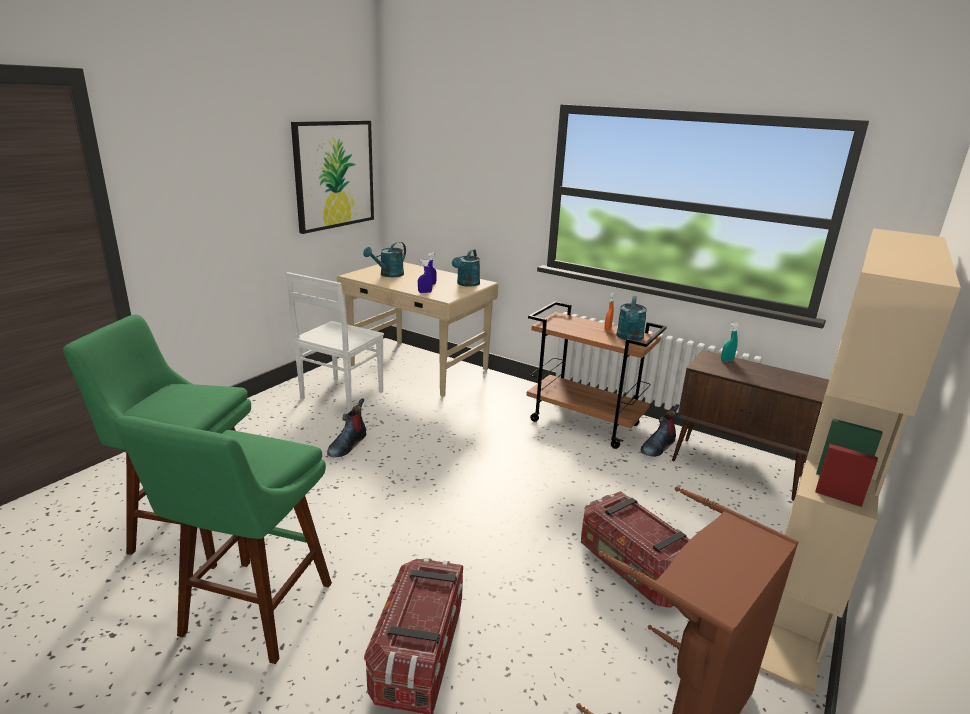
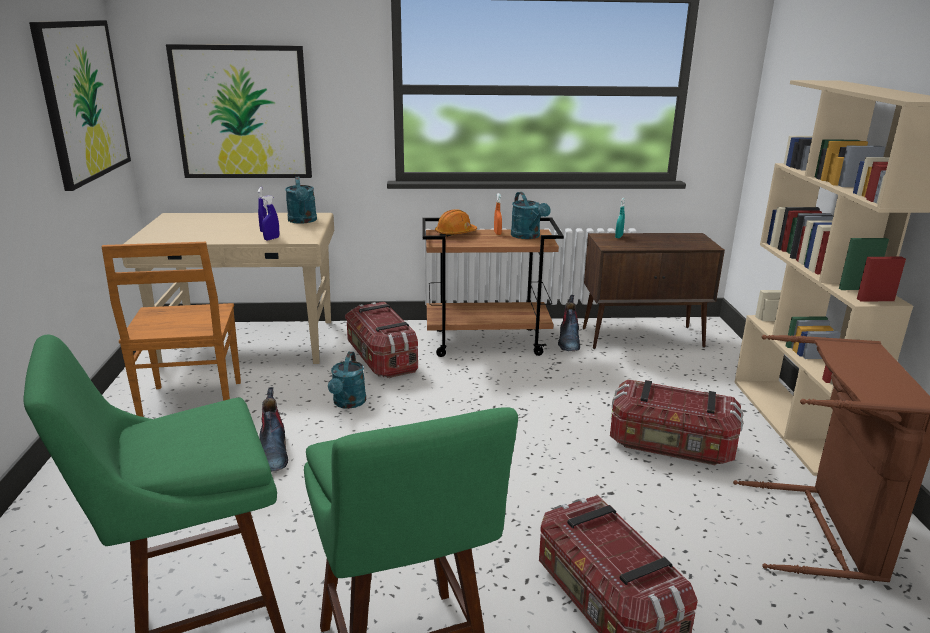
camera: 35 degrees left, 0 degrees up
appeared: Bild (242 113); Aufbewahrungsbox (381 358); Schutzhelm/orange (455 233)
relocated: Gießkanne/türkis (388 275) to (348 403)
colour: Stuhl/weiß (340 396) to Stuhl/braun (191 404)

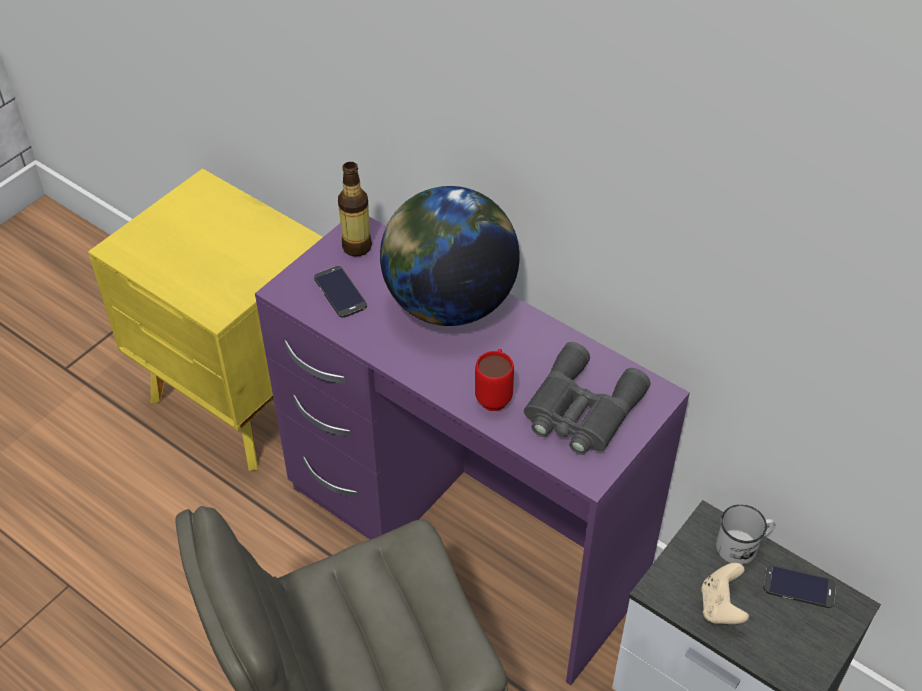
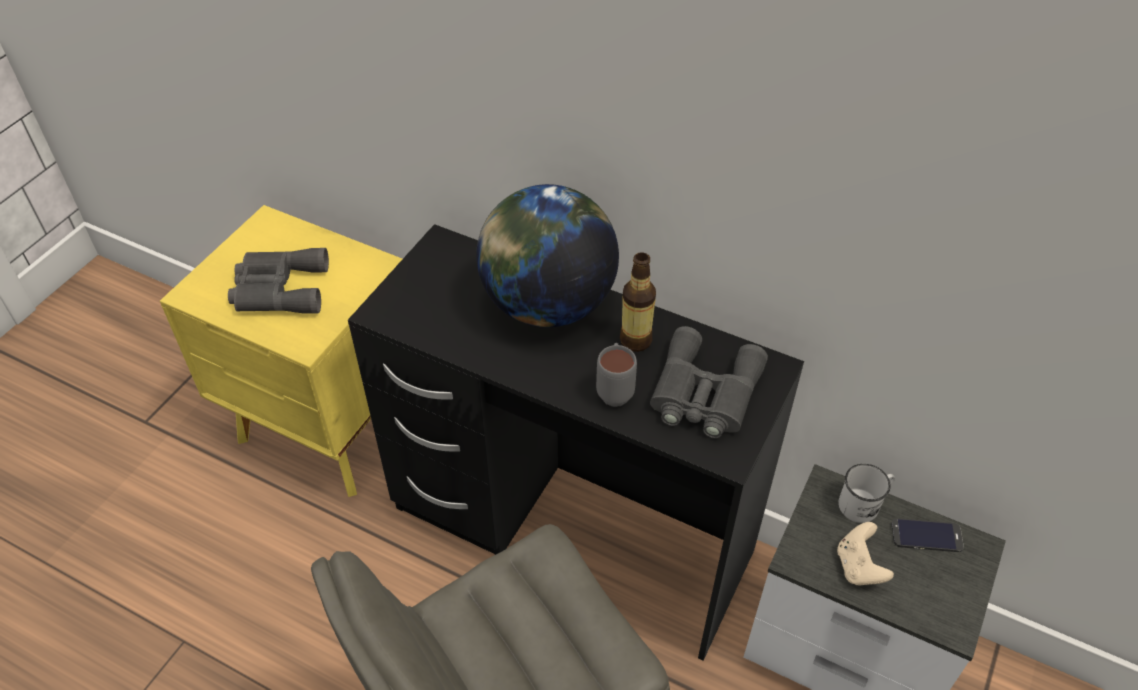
camera: 10 degrees left, 0 degrees up
missing: Handy (340 292)
appeared: Fernglas/grau (278 289)
relocated: Flasche (356 247) to (635 340)
colour: Schreibtisch/lila (465 536) to Schreibtisch/schwarz (572 530); Henkelbecher/rot (495 395) to Henkelbecher/grau (615 390)

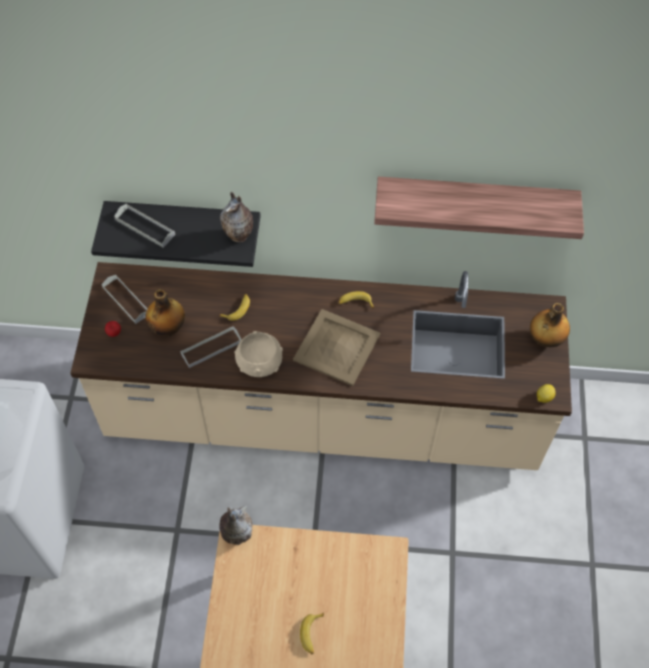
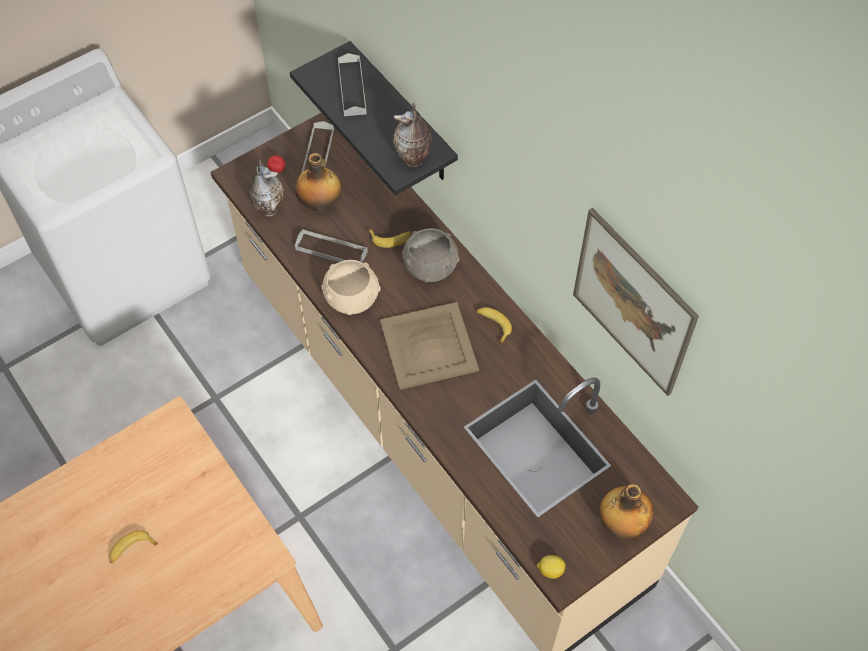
camera: 50 degrees right, 0 degrees up
appeared: Schüssel/grau (430 266)
relocated: Vase (236 535) to (268 208)
exchanged: Wandregal (475 200) to Bild (632 303)

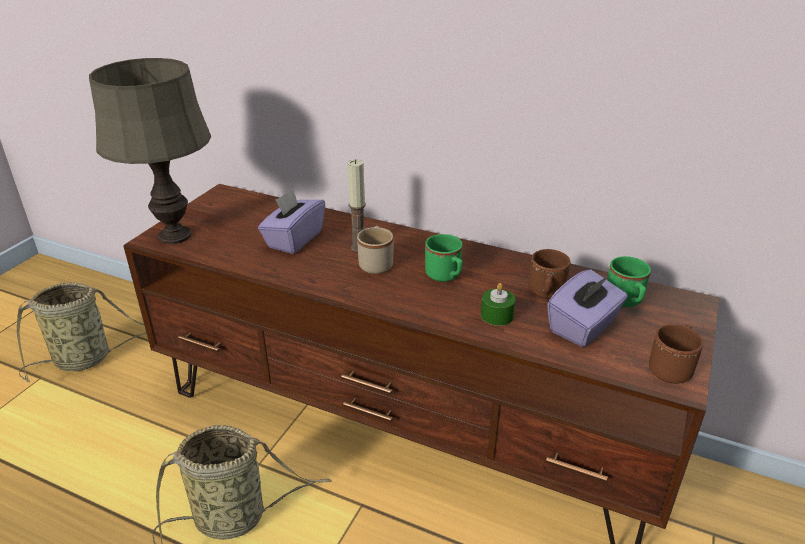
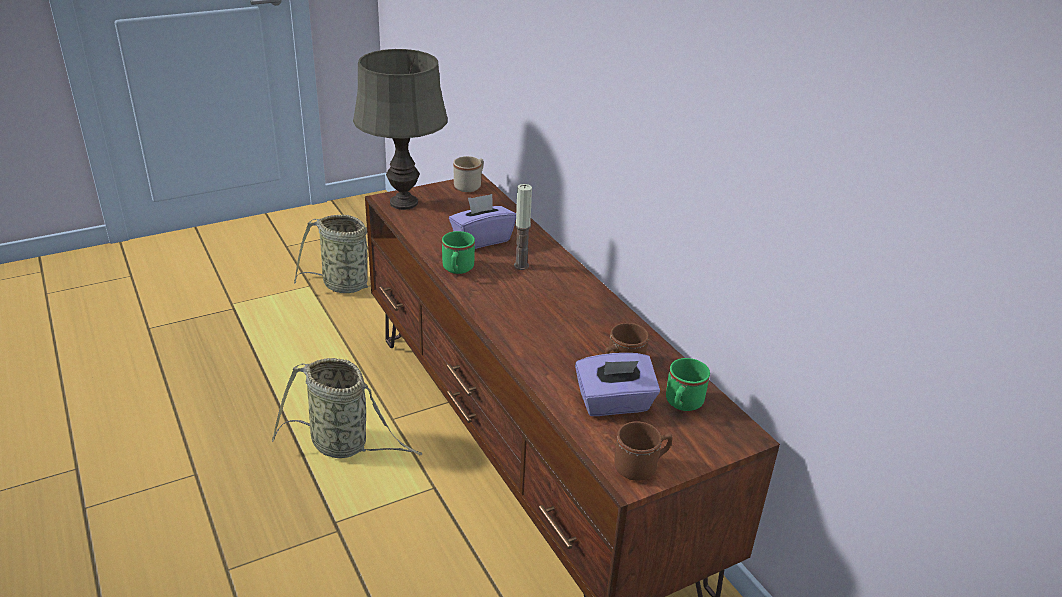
camera: 35 degrees right, 0 degrees up
missing: Kerze/grün (497 315)
relocated: Henkelbecher/beige (376 263) to (470 185); Henkelbecher/grün (445 276) to (457 269)

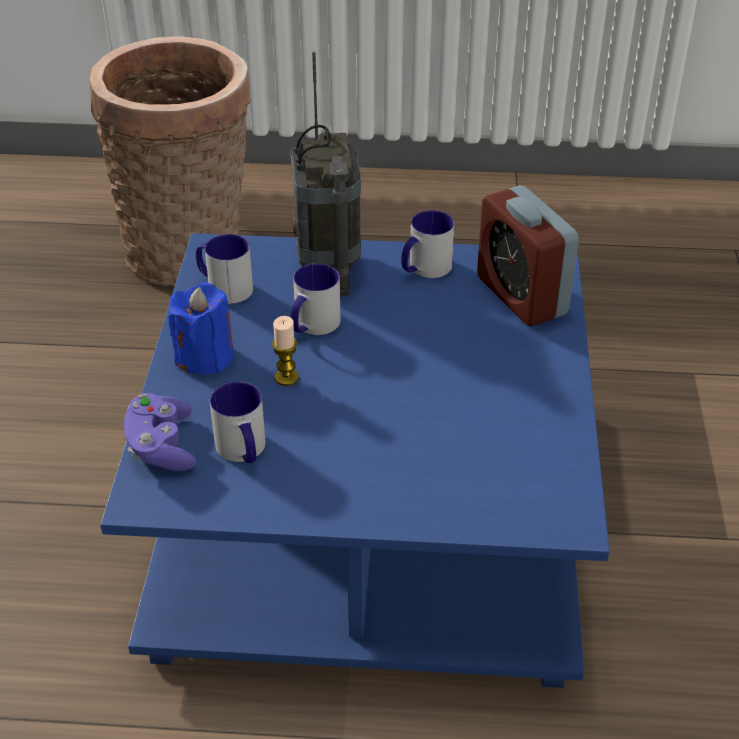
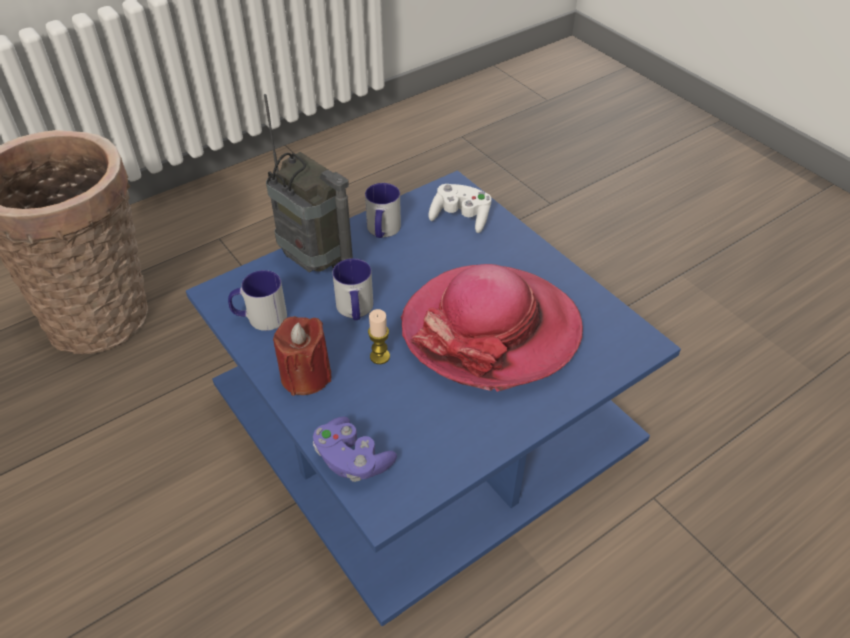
camera: 40 degrees left, 5 degrees up
missing: Henkelbecher (243 451)
appeared: Hut (491 330)
exchanged: Wecker (521 296) to Gamepad/weiß (461 217)
colour: Kerze/blau (205 356) to Kerze/rot (306 376)

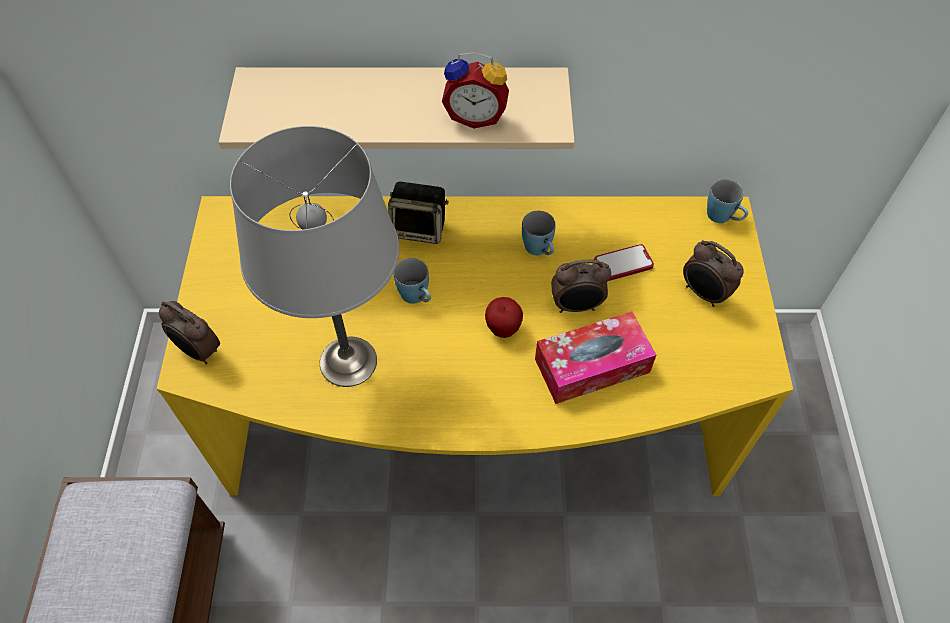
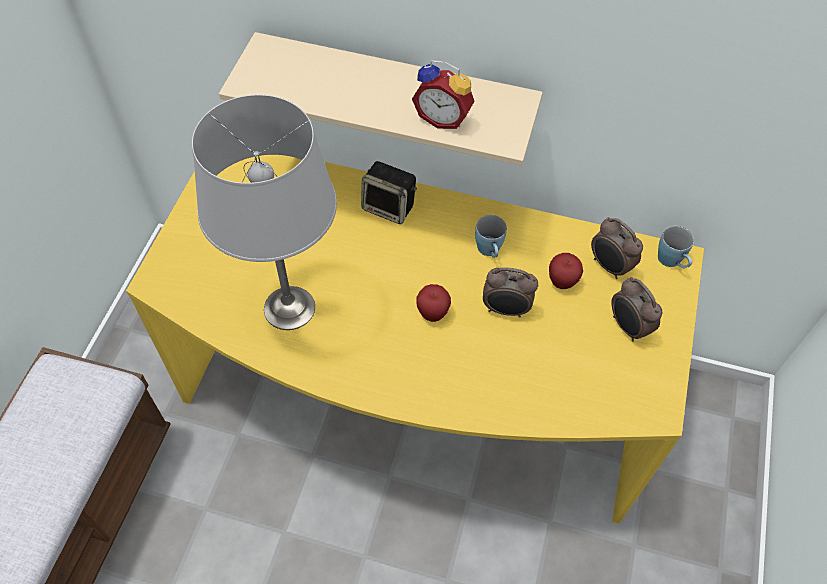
camera: 15 degrees right, 0 degrees up
missing: Henkelbecher/blau (417 297); Taschentuchbox (592 365)
relocated: Wecker (199 351) to (609 267)
exchanged: Handy (623 264) to Apfel (562 282)

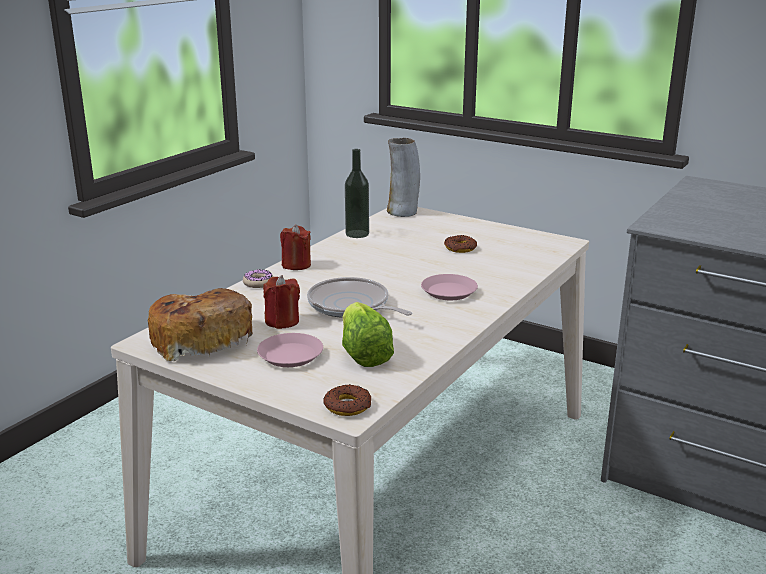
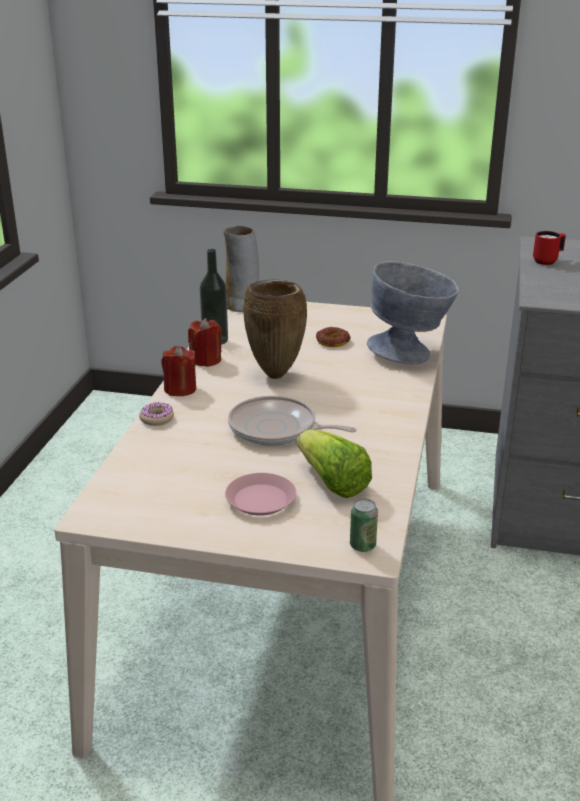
camera: 20 degrees left, 5 degrees up
missing: Brot (200 339); Teller/rosa (449 291)
appeared: Vase/braun (276 375); Schüssel/grau (410 354); Henkelbecher/rot (548 261)
relocated: Kerze/rot (282 321) to (206 360)
exchanged: Donut (347 406) to Dose (362 546)

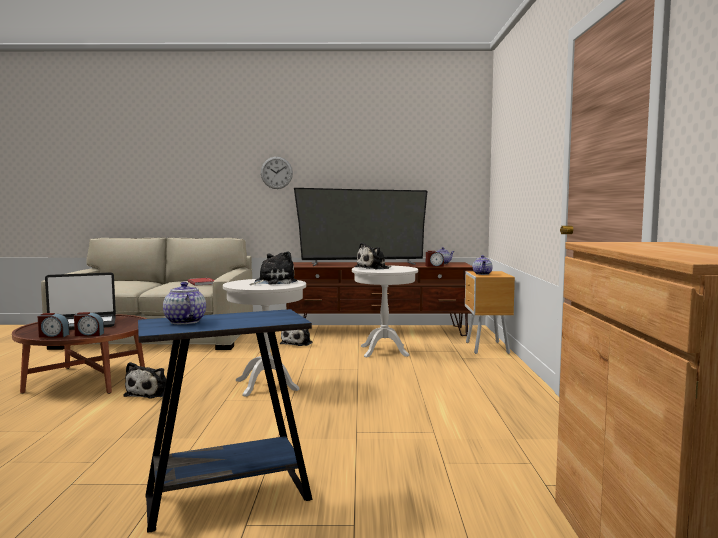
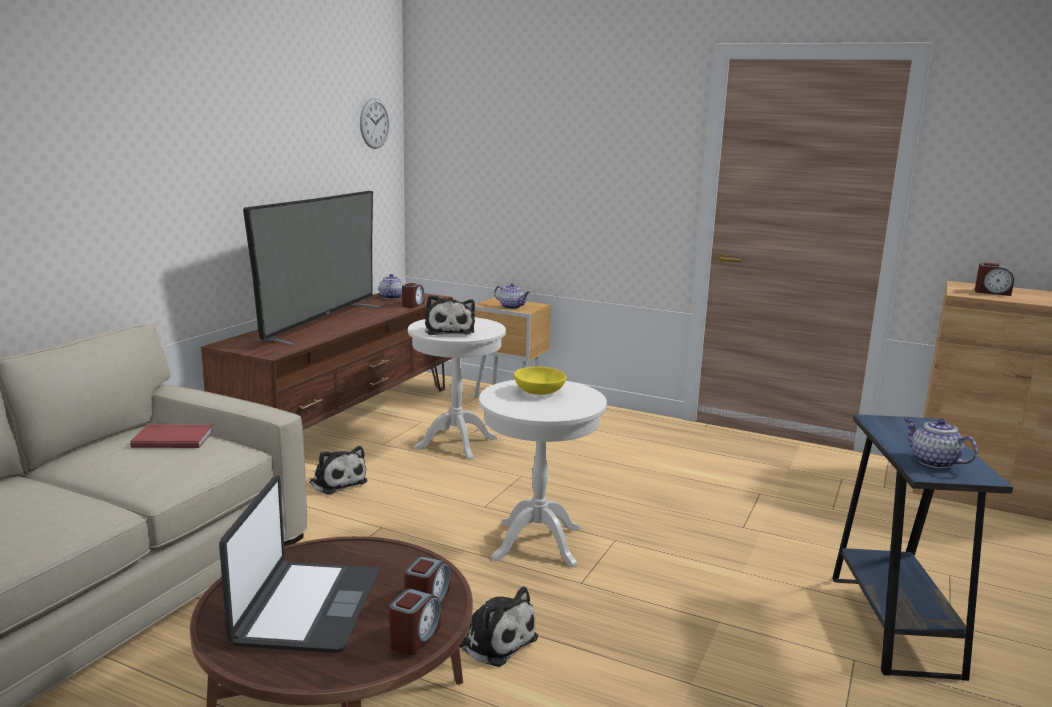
camera: 65 degrees left, 10 degrees up
appeared: Wecker (992 292)
relocated: Wanduhr (276 172) to (374 123)
exchanged: Plüschtier (273 282) to Schüssel/gelb (539 392)
spun: Teekanne (184 321) = (933 462) 60 degrees clockwise

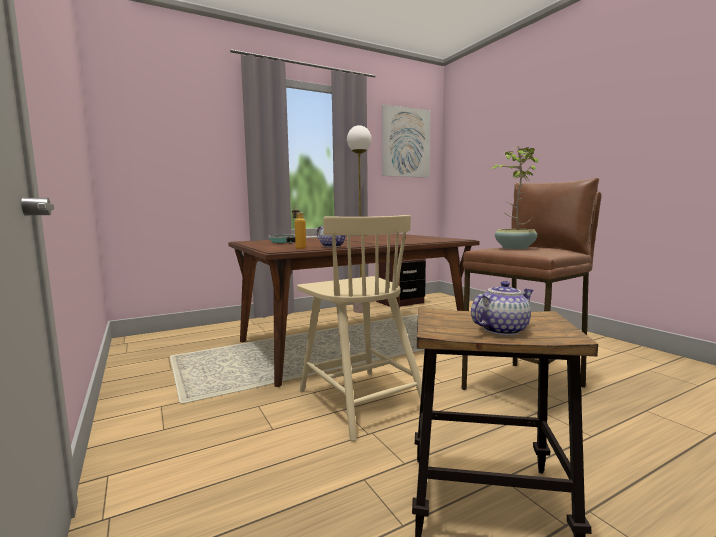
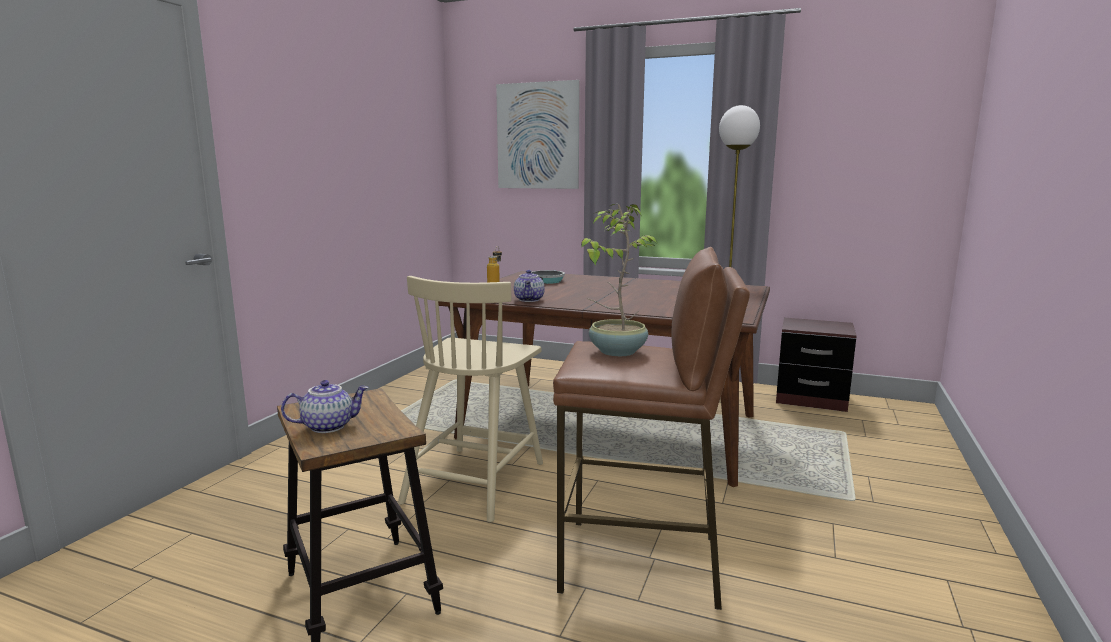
camera: 50 degrees right, 5 degrees up
relocated: Bild (406 142) to (537 136)
spun: Teekanne (501 330) = (328 426) 45 degrees counterclockwise

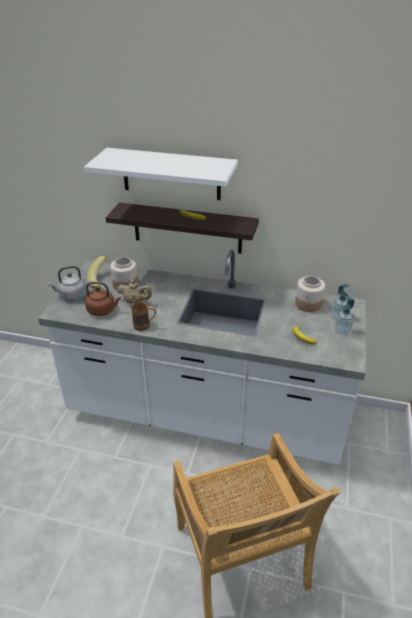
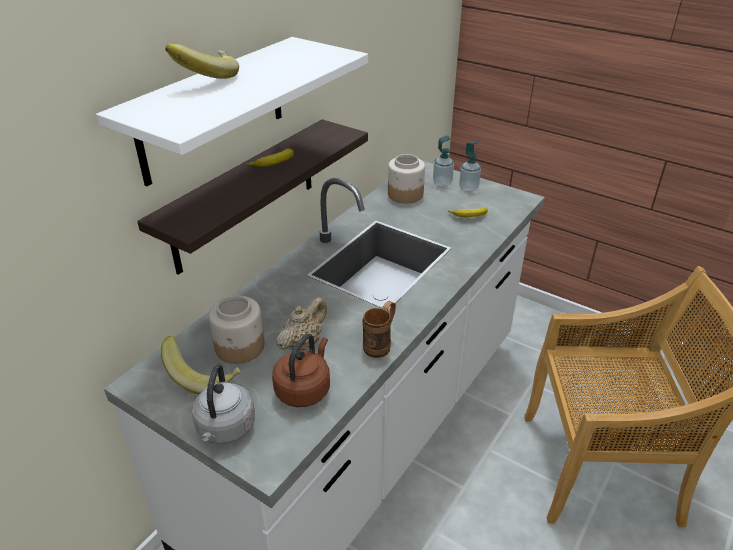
camera: 70 degrees left, 0 degrees up
appeared: Banane (206 78)

